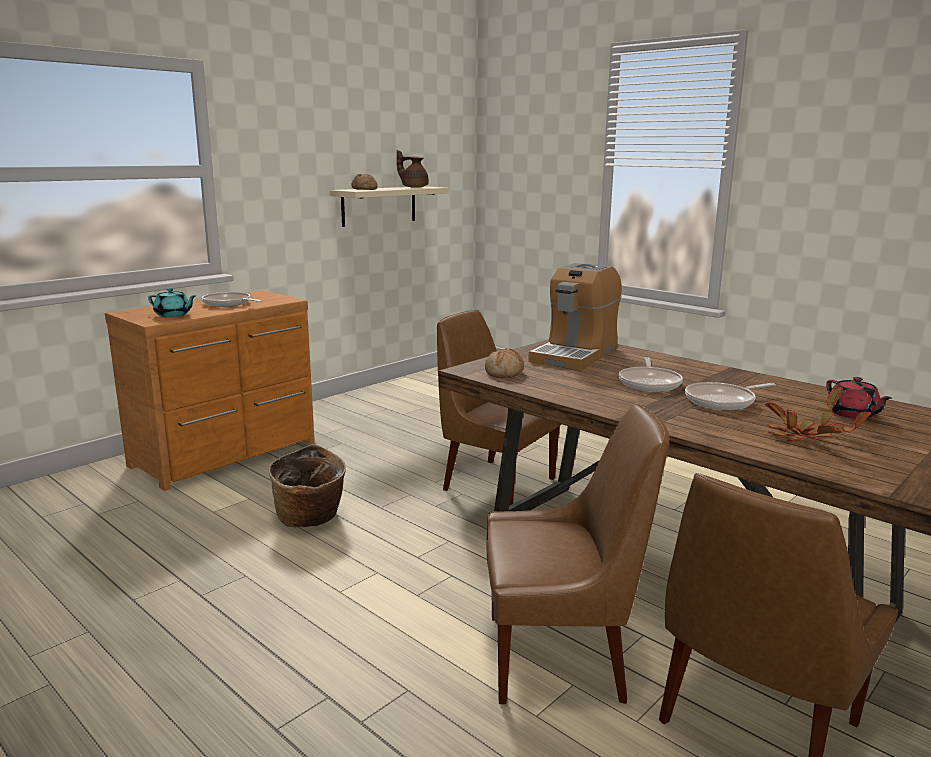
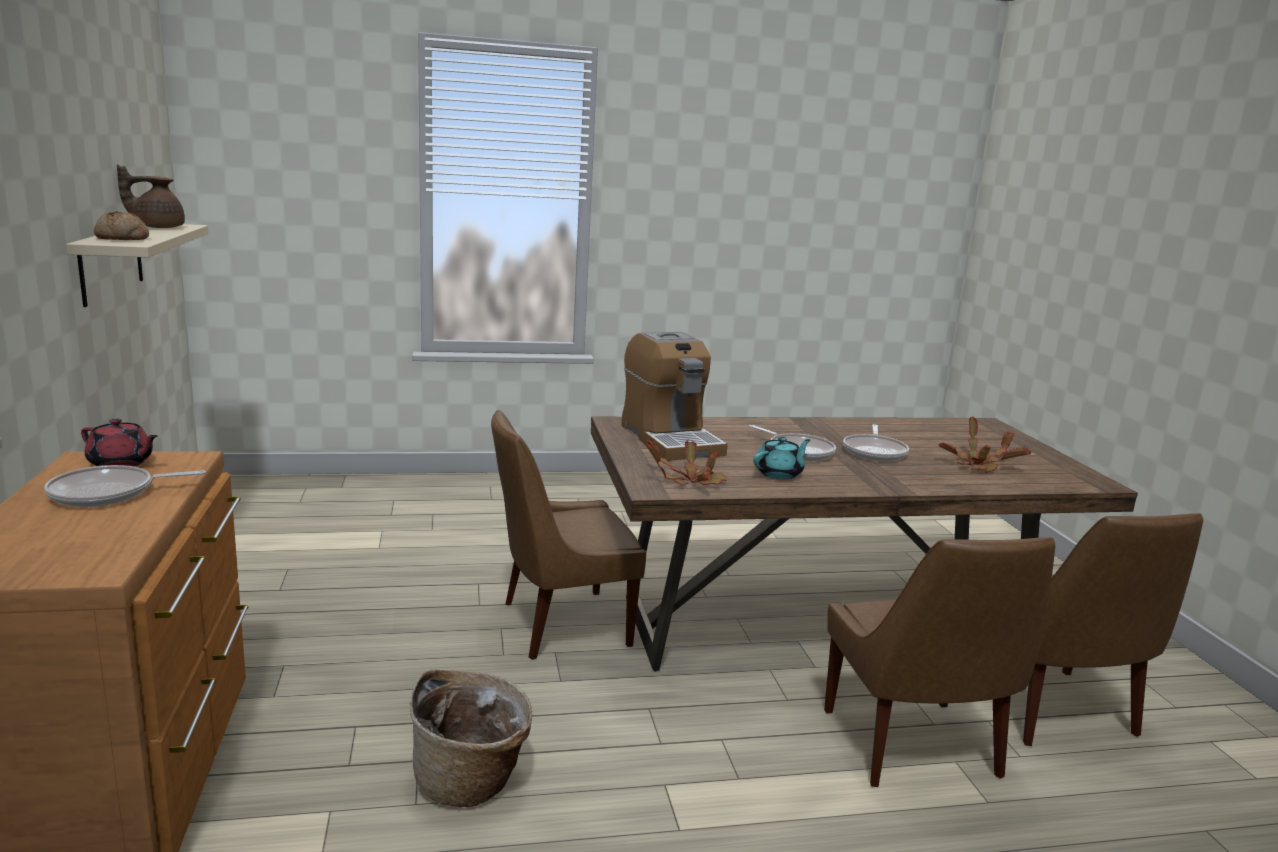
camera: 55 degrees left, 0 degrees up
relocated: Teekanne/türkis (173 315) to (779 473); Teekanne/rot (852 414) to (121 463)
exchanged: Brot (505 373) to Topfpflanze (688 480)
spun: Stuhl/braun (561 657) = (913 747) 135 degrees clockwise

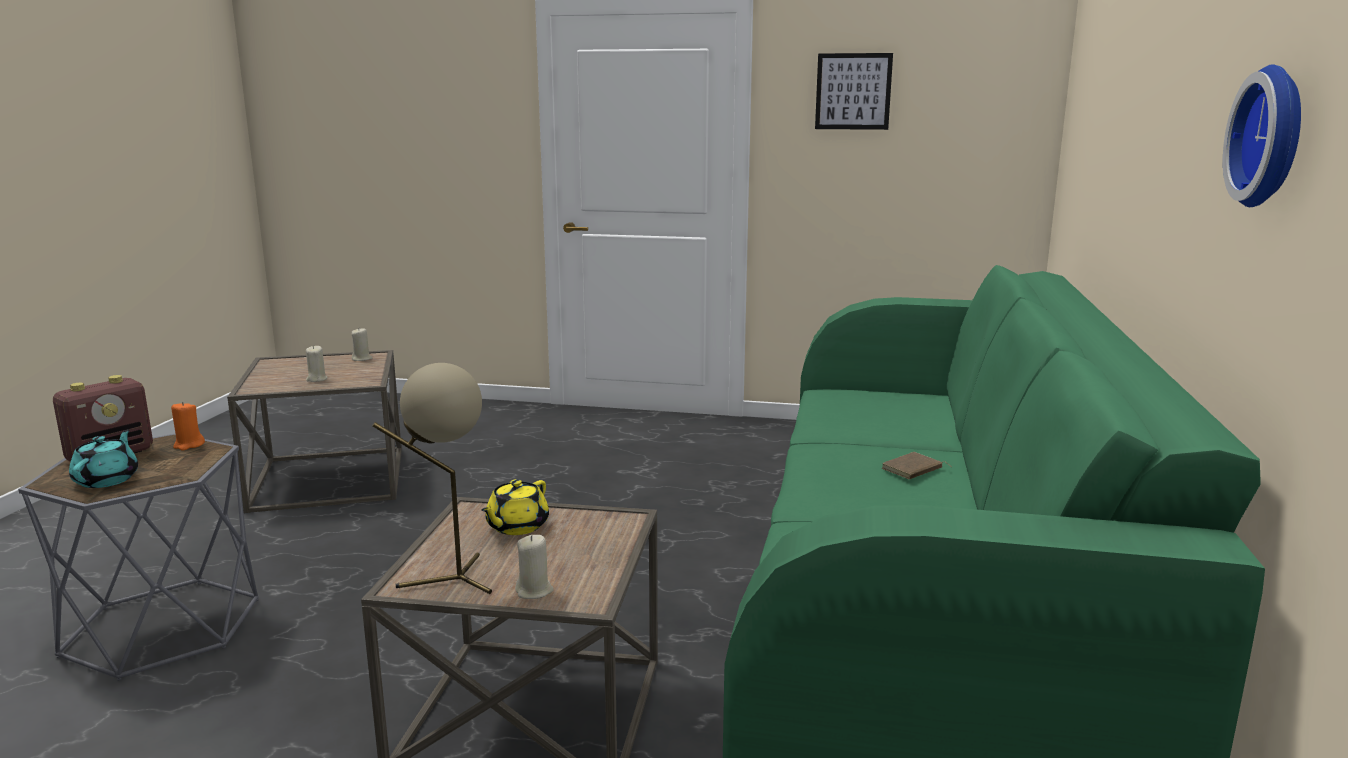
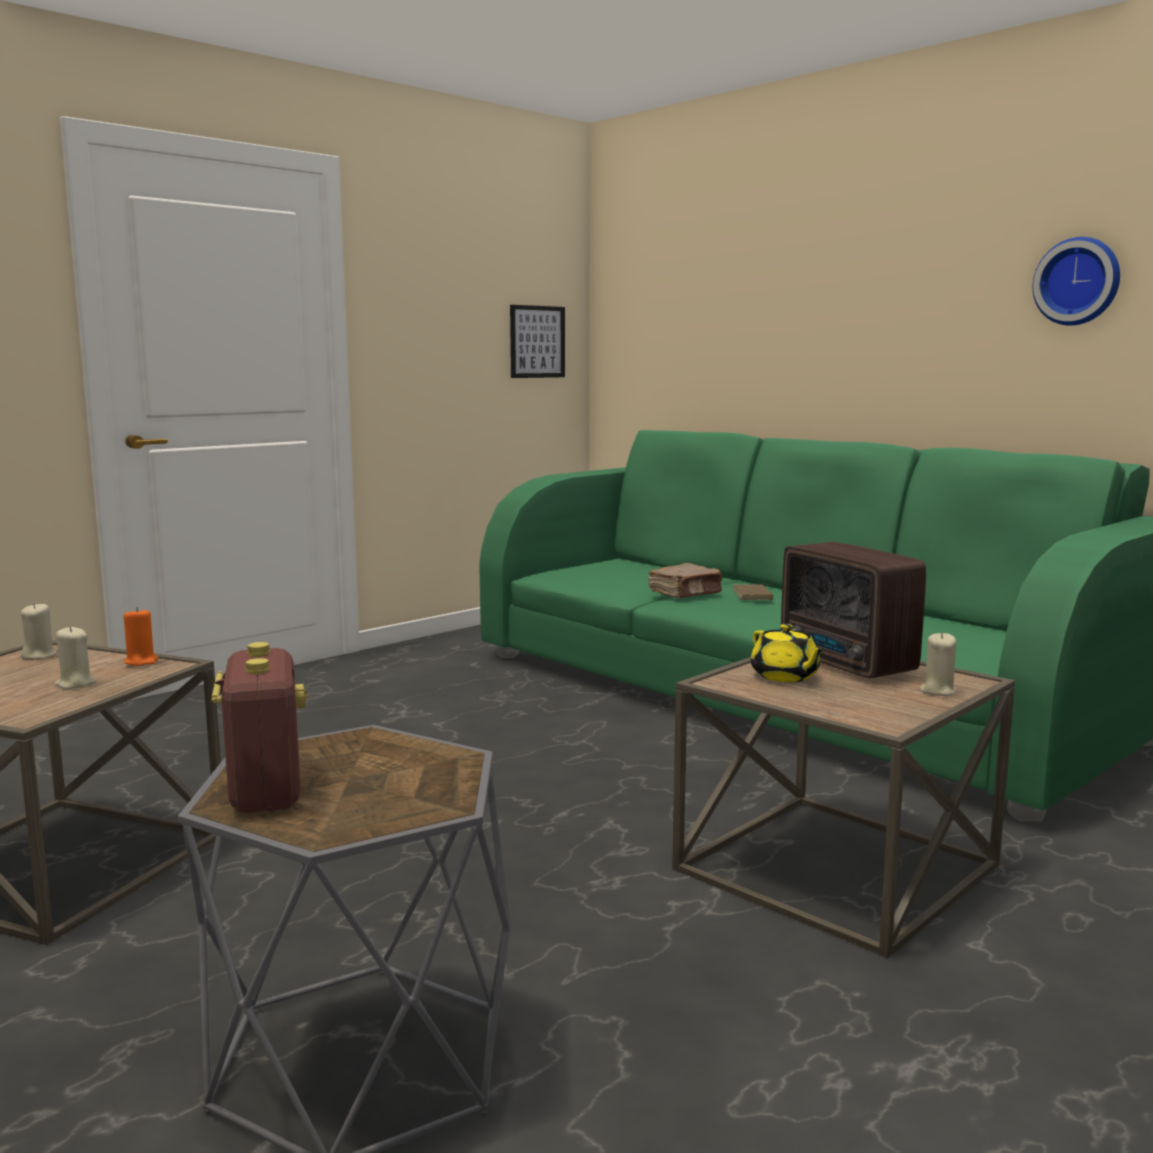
camera: 55 degrees left, 5 degrees down
missing: Teekanne/türkis (107 480); Tischlampe/beige (451 579)
appeared: Buch/braun (686 593); Radio (847 663)
relocated: Kerze/orange (189 445) to (141 661); Bild (853 91) to (537 342)

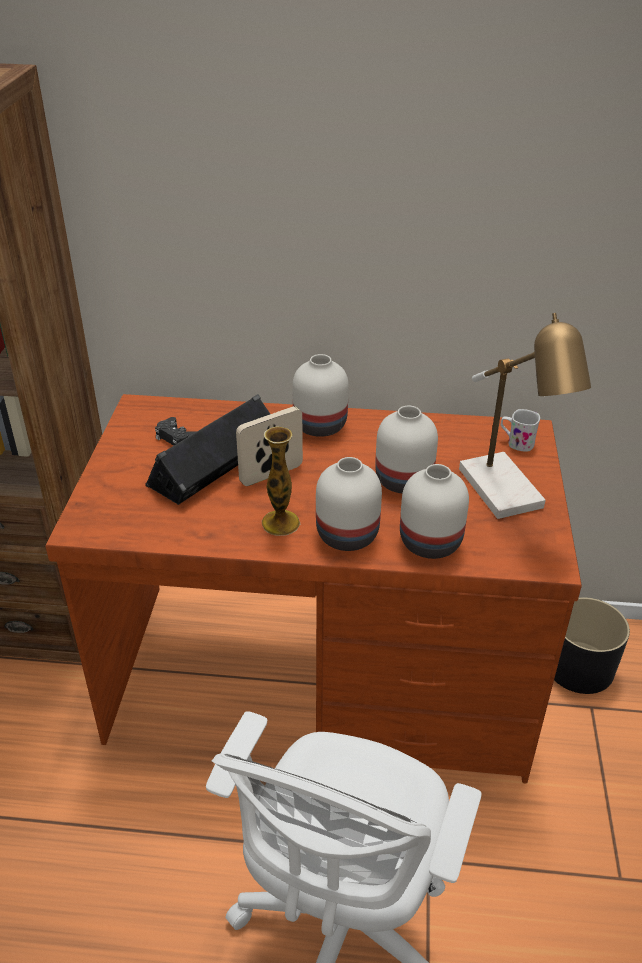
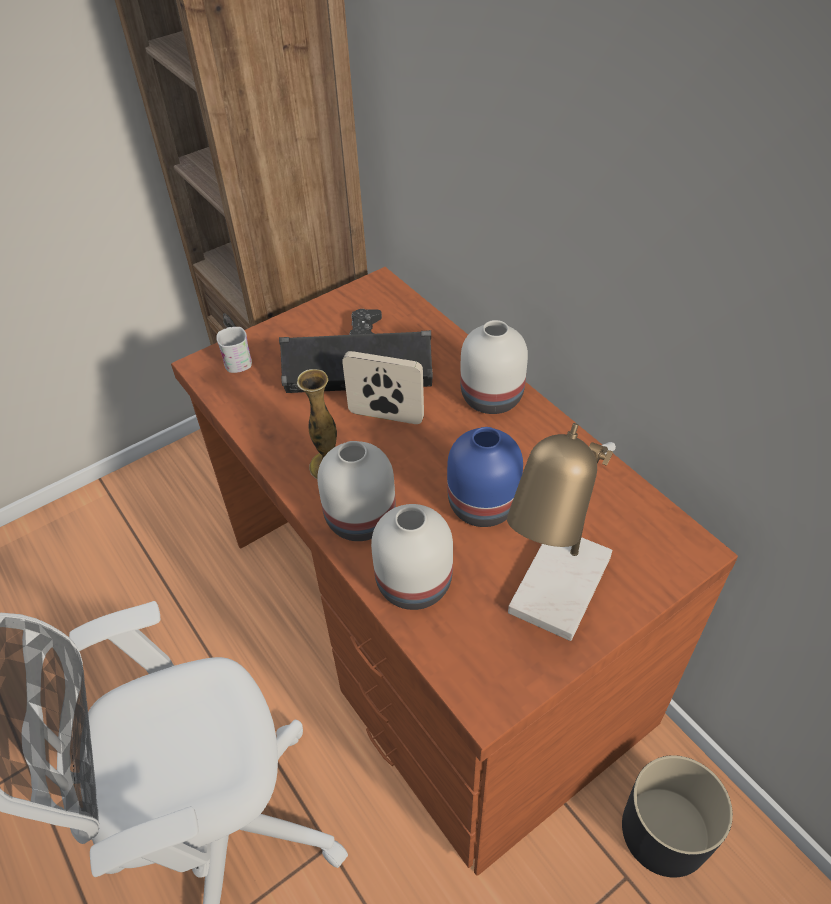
camera: 50 degrees right, 10 degrees up
relocated: Henkelbecher/weiß (516 443) to (237 360)
colour: Vase/weiß (402 480) to Vase/blau (481 503)

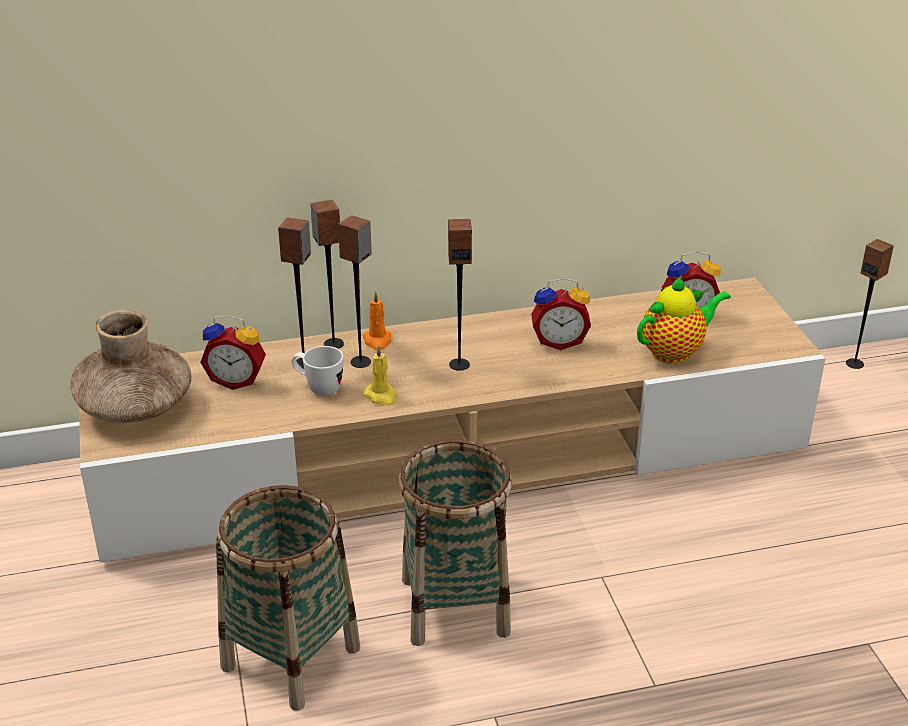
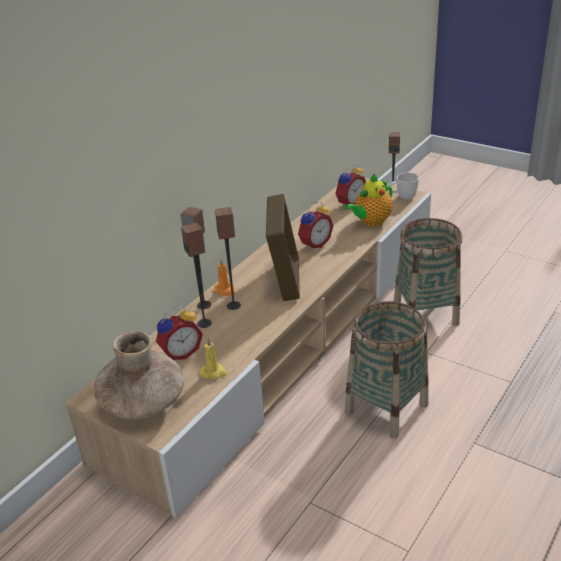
camera: 40 degrees left, 0 degrees up
relocated: Korb (291 657) to (425 313); Henkelbecher/weiß (318 388) to (402 197); Kerze/gelb (381 396) to (214 372)
exchanged: Lautsprecher (459 364) to Bilderrahmen (285 279)
spun: Teekanne (675 352) = (371 222) 150 degrees counterclockwise

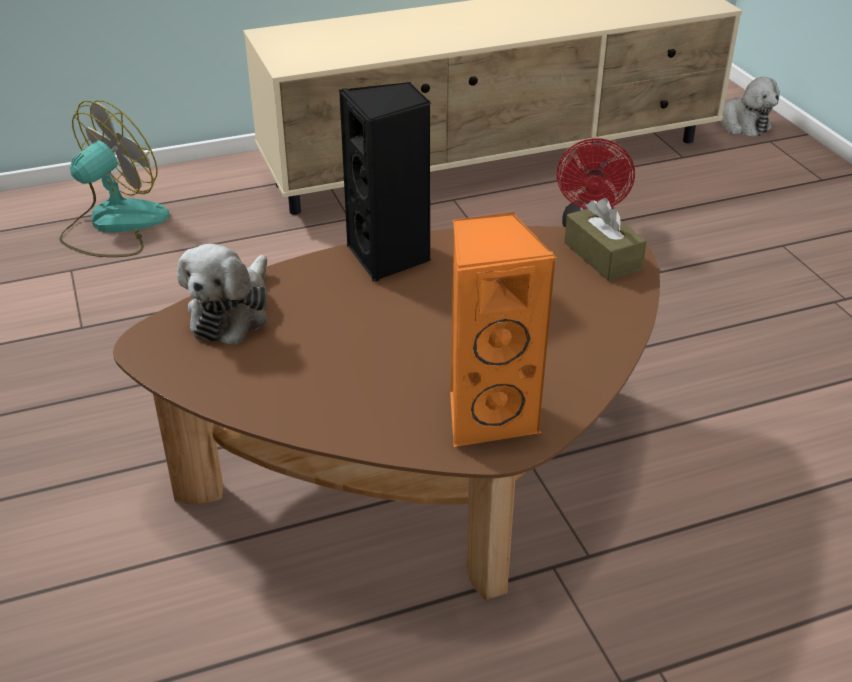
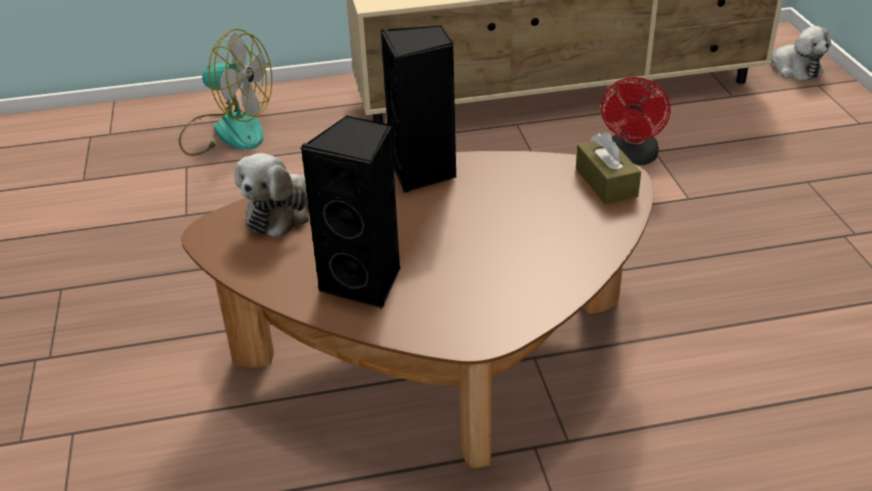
camera: 10 degrees right, 0 degrees up
missing: Lautsprecher/orange (488 415)
appeared: Lautsprecher/schwarz (365 282)
spun: Ventilator (114 225) = (227 131) 60 degrees clockwise

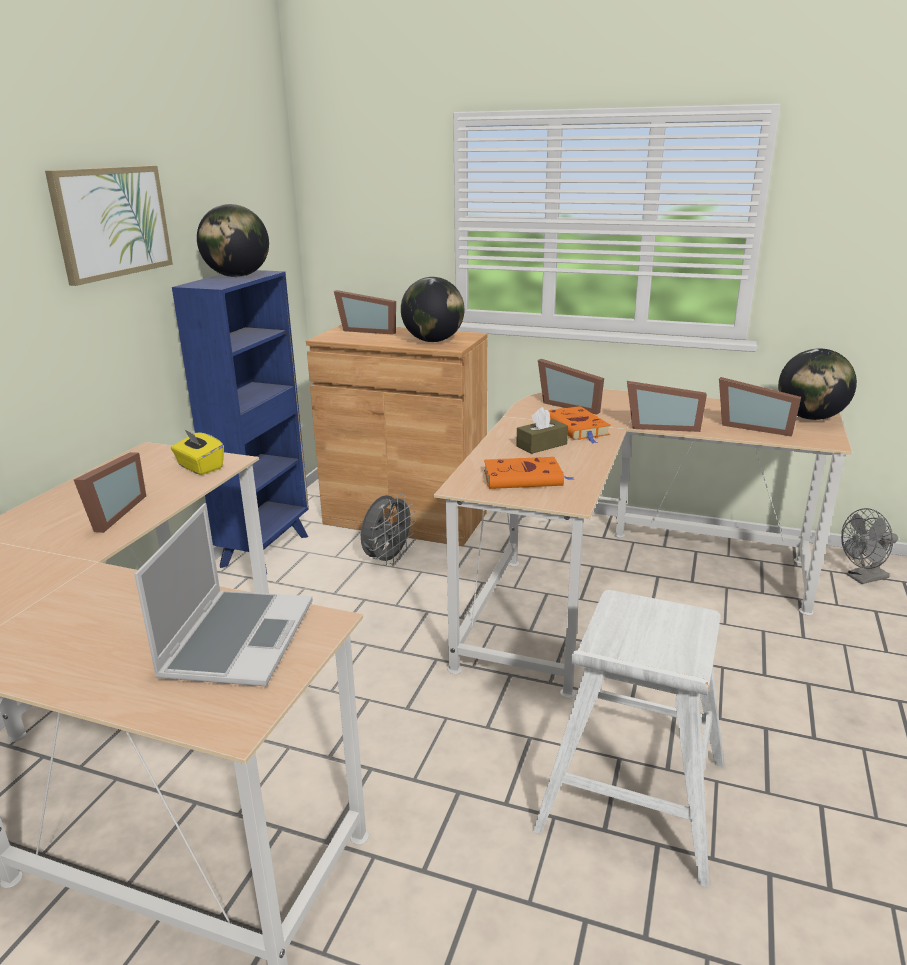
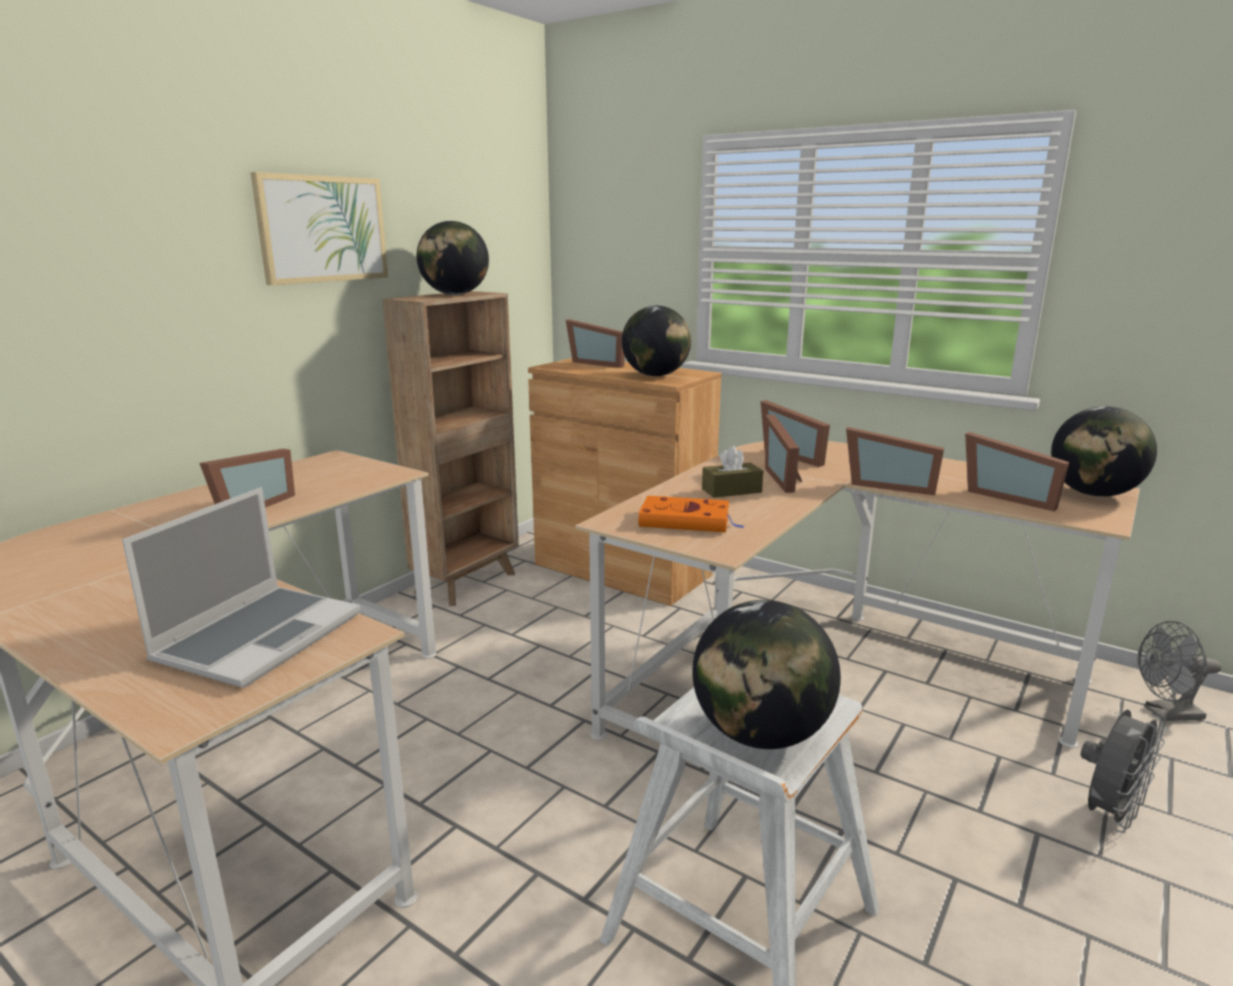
camera: 15 degrees right, 5 degrees down
missing: Taschentuchbox/gelb (200 467)
appeared: Globus (760 734)
relocated: Ventilator/grau (387 559) to (1109 814)
exchanged: Buch/orange (578 428) to Bilderrahmen (786 478)
colour: Bücherregal/blau (267 549) to Bücherregal/braun (468 582)

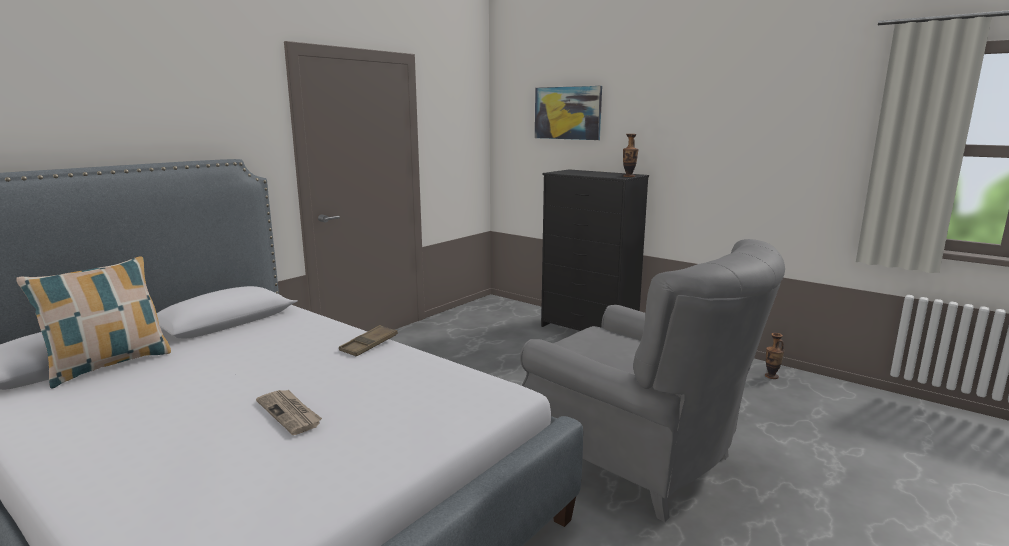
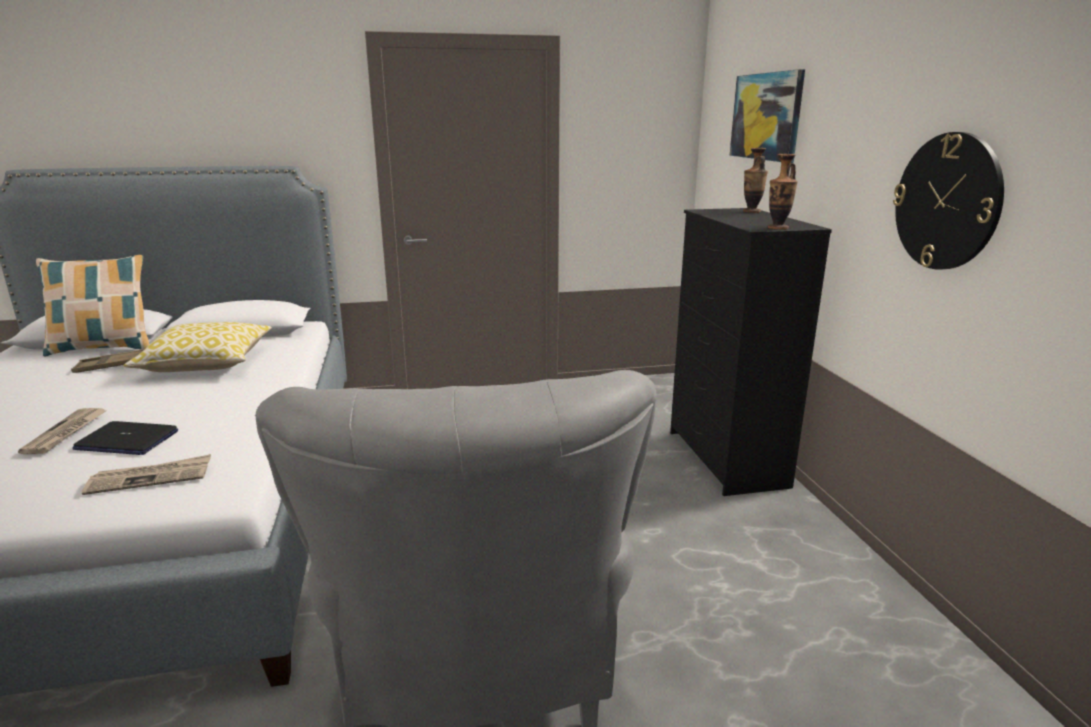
camera: 40 degrees right, 5 degrees up
appeared: Laptop (126 440); Zeitung (151 478); Kissen (207 363); Wanduhr (947 202)
relocated: Tablett/braun (369 345) to (110 366); Vase (771 376) to (751 211)

